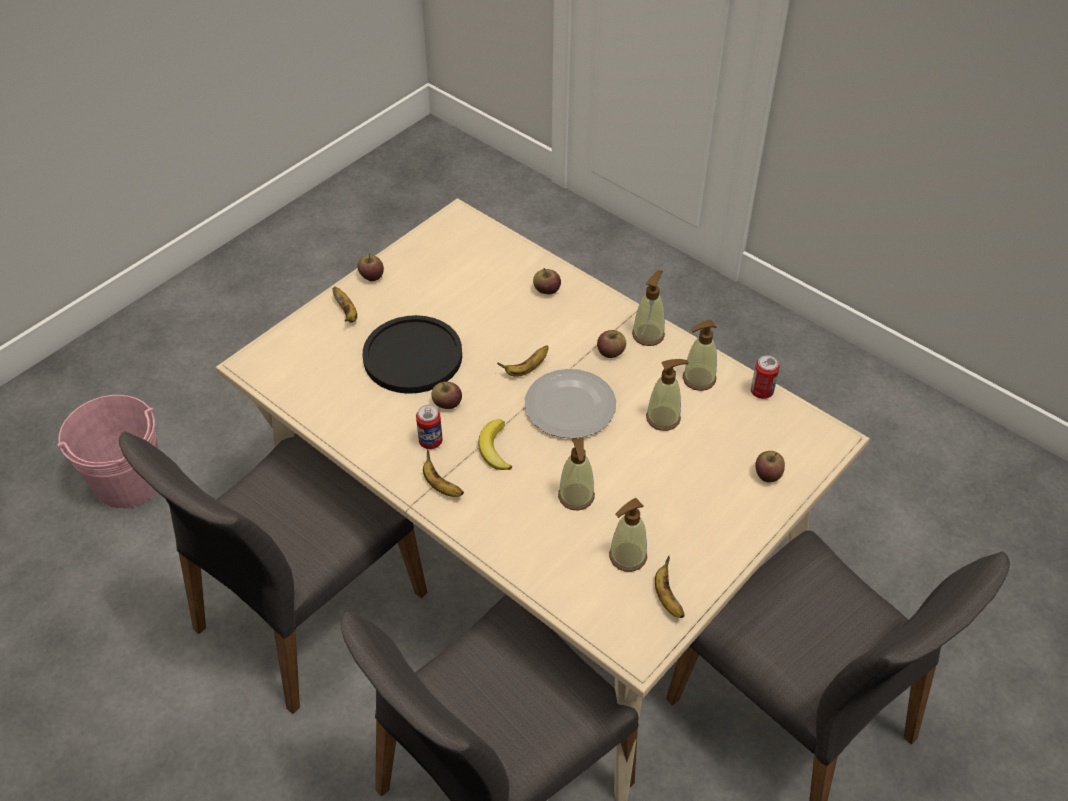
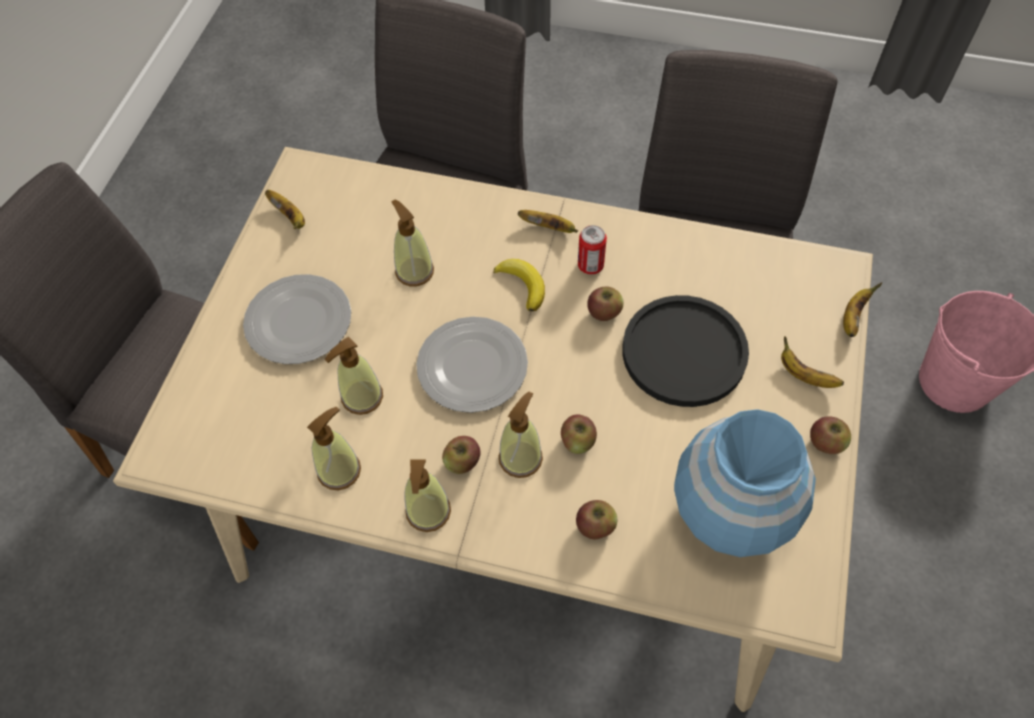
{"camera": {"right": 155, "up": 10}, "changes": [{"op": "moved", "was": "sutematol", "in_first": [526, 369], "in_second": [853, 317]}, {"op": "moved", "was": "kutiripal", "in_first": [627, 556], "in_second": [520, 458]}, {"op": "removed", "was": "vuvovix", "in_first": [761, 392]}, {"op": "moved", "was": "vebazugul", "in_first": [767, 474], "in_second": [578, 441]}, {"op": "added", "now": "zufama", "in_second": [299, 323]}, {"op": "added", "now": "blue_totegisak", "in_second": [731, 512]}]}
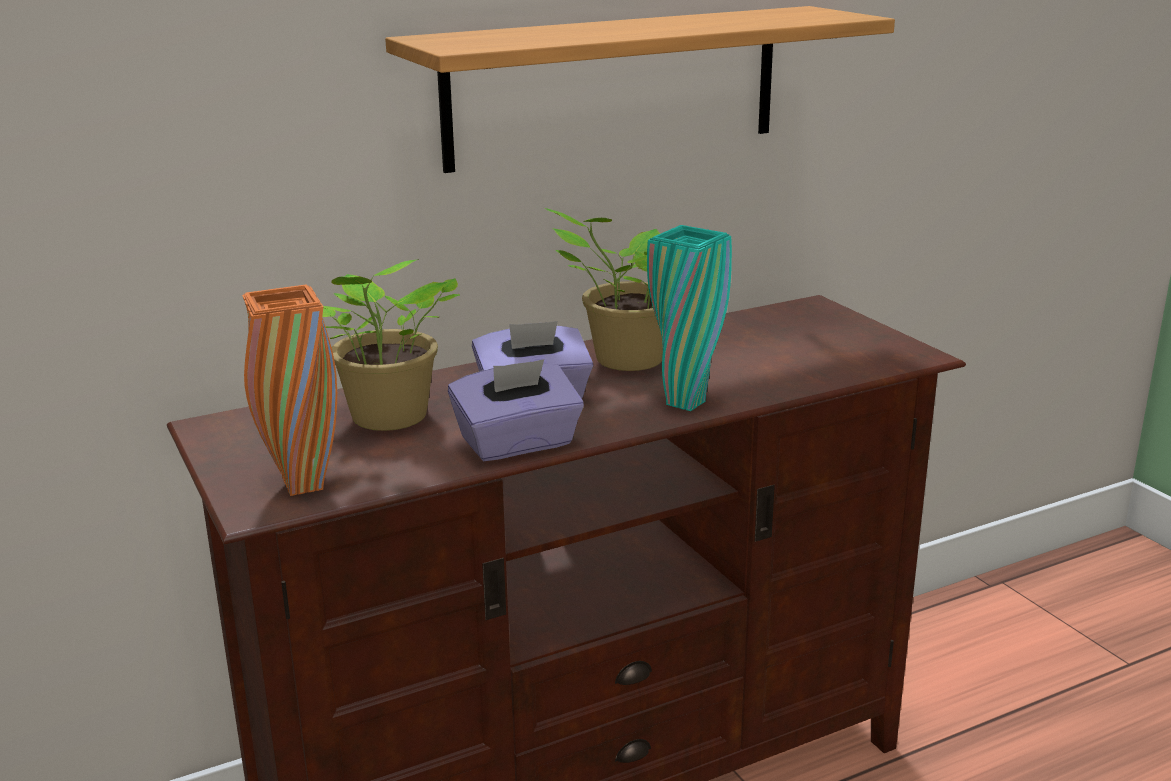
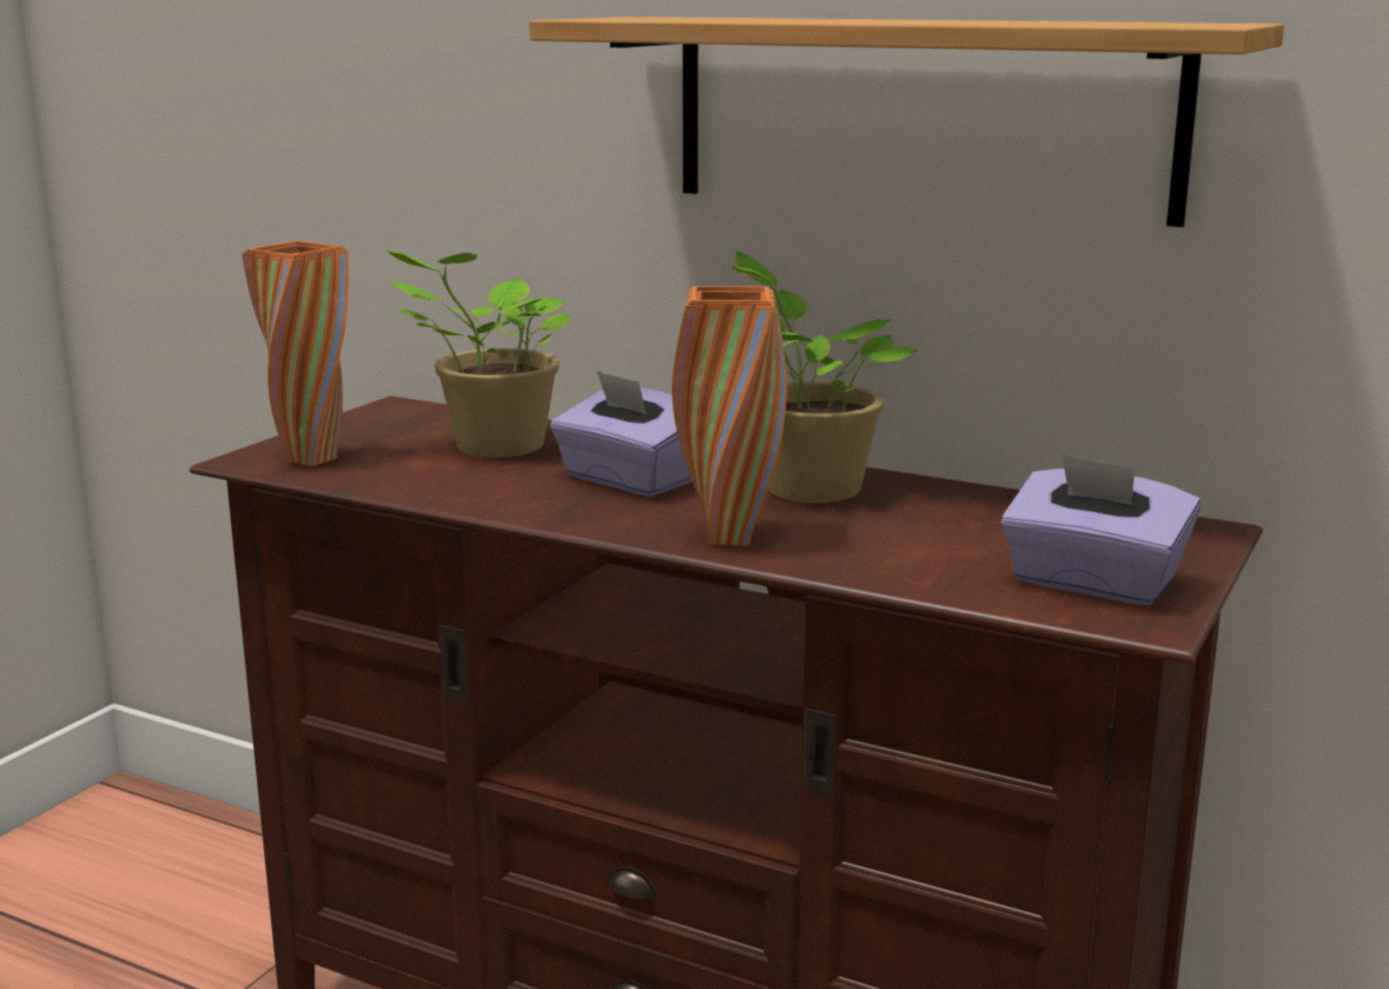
{"camera": {"right": 55, "up": -5}, "changes": [{"op": "moved", "was": "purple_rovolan", "in_first": [518, 444], "in_second": [1093, 583]}, {"op": "recoloured", "was": "turquoise_totegisak", "now": "orange_totegisak", "in_first": [685, 403], "in_second": [728, 538]}]}
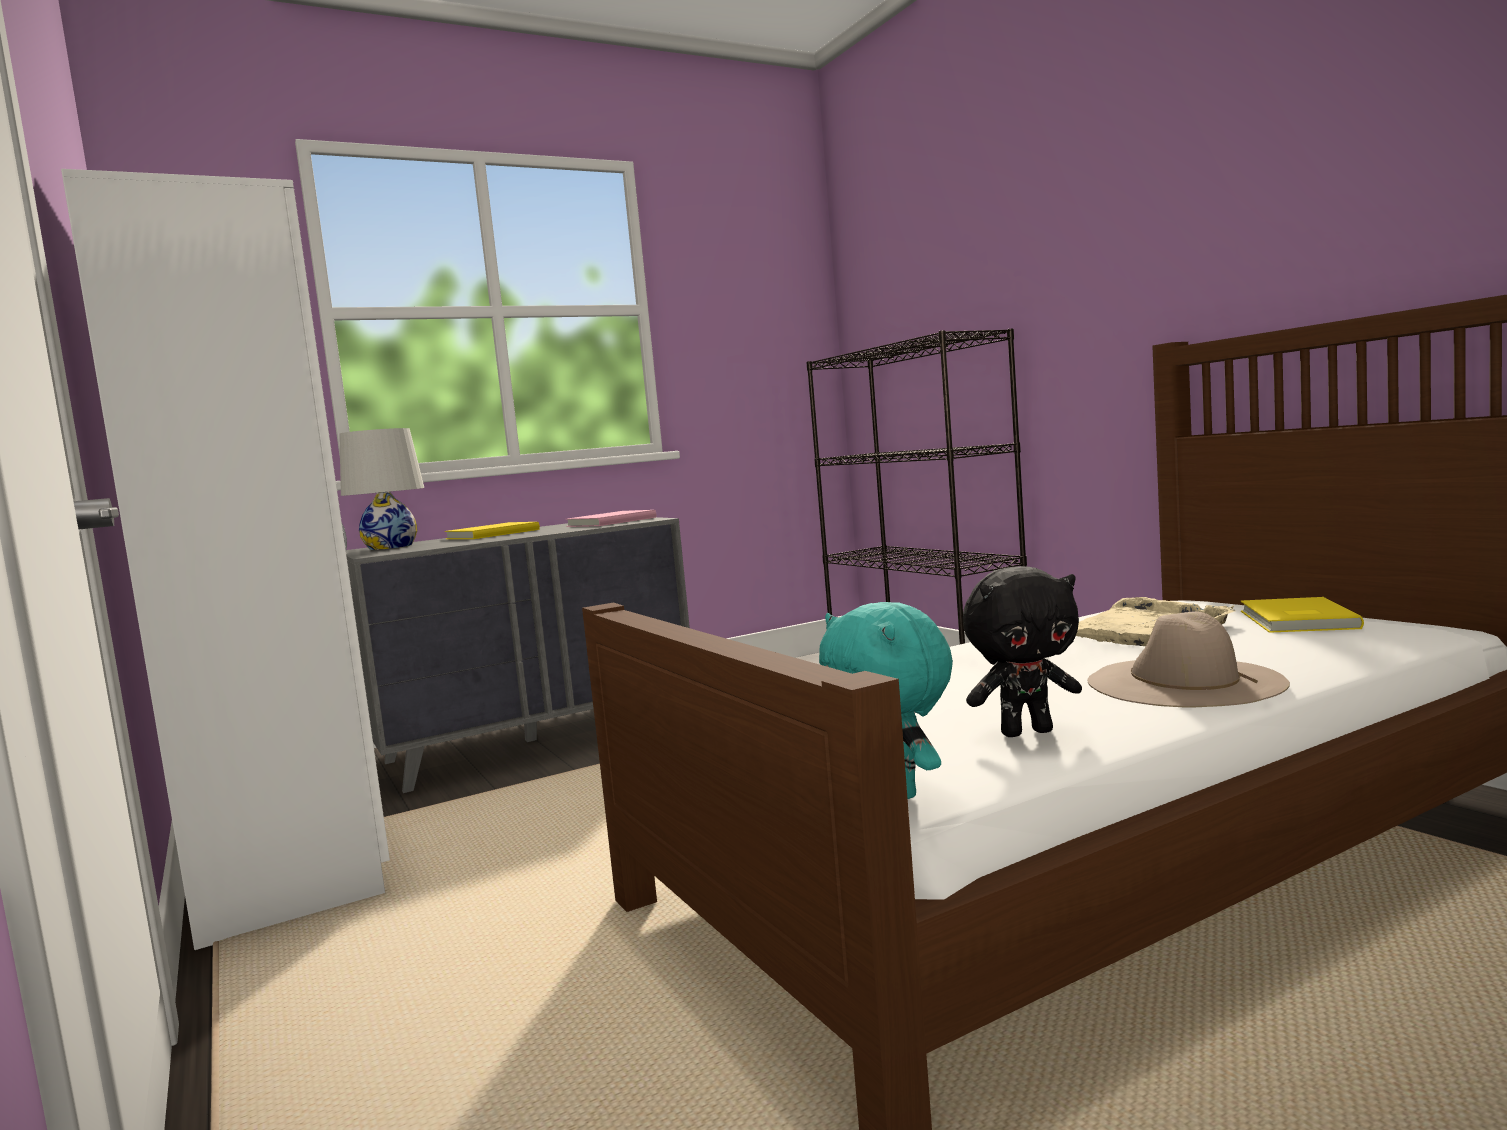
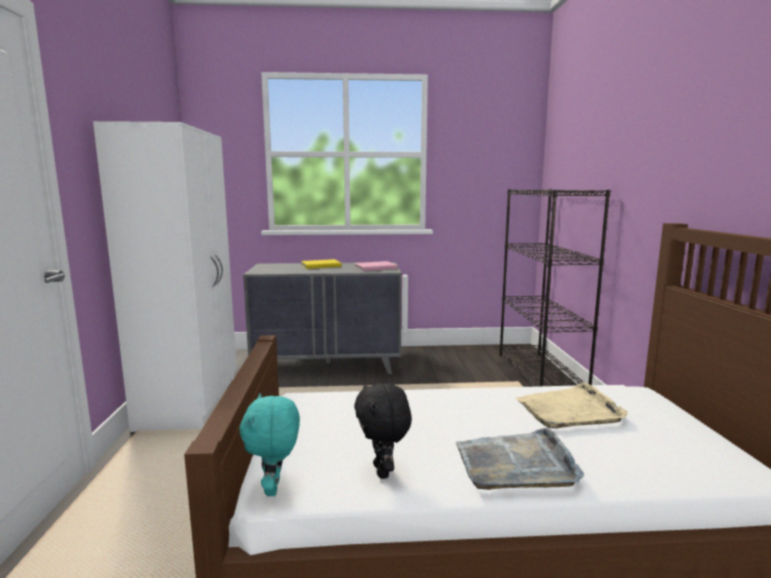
{"camera": {"right": 25, "up": 5}, "changes": [{"op": "removed", "was": "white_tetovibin", "in_first": [391, 547]}, {"op": "turned", "was": "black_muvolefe", "in_first": [1026, 732], "in_second": [383, 471], "clockwise": 60}, {"op": "replaced", "was": "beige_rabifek", "now": "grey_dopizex", "in_first": [1183, 681], "in_second": [516, 464]}, {"op": "removed", "was": "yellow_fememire", "in_first": [1295, 620]}]}
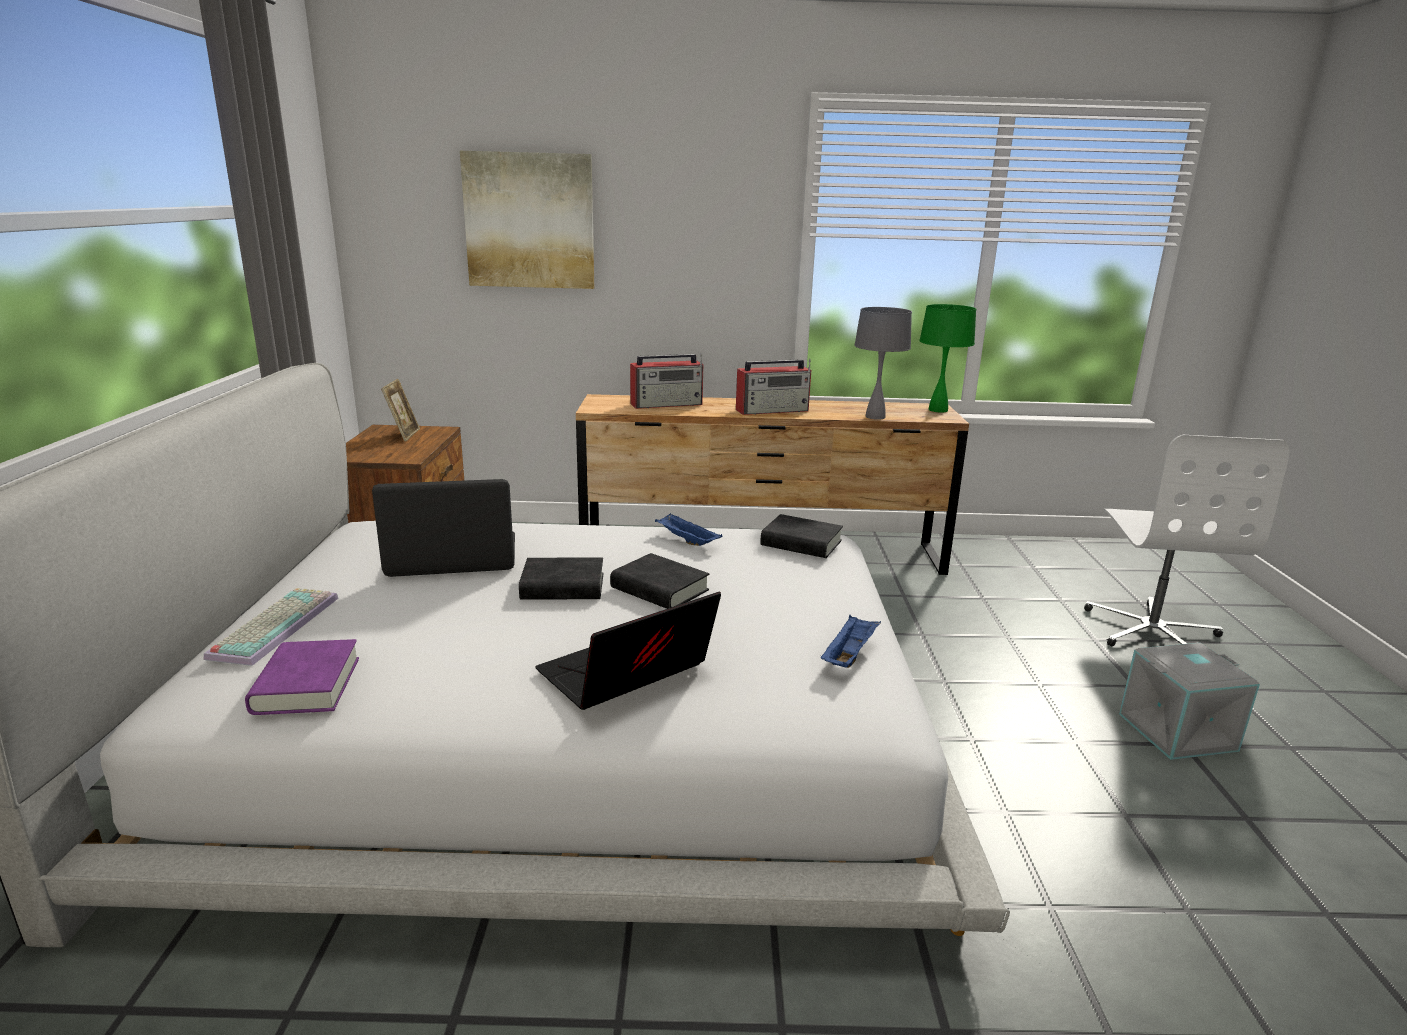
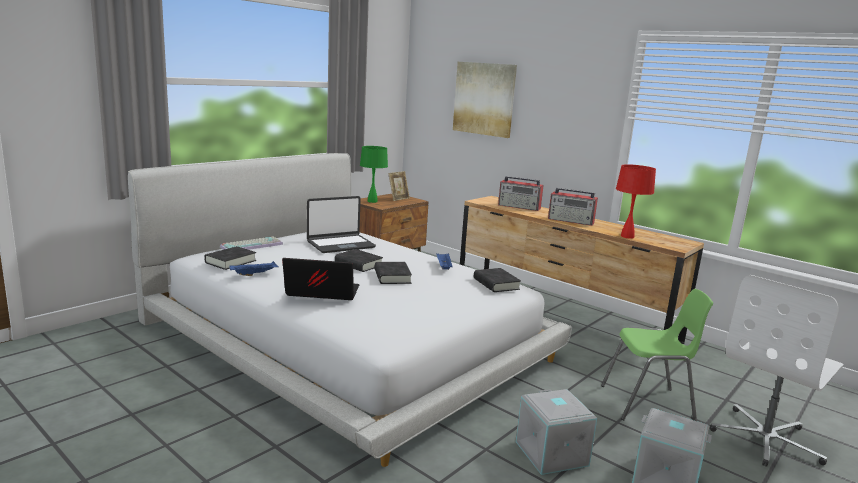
{"camera": {"right": 40, "up": -5}, "changes": [{"op": "recoloured", "was": "purple_fememire", "now": "black_fememire", "in_first": [306, 685], "in_second": [230, 261]}, {"op": "turned", "was": "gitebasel", "in_first": [452, 558], "in_second": [340, 244], "clockwise": 120}, {"op": "moved", "was": "blue_dopizex", "in_first": [849, 655], "in_second": [254, 274]}, {"op": "recoloured", "was": "grey_tetovibin", "now": "red_tetovibin", "in_first": [875, 417], "in_second": [627, 236]}, {"op": "moved", "was": "green_tetovibin", "in_first": [938, 410], "in_second": [372, 201]}, {"op": "added", "now": "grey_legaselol", "in_second": [550, 453]}, {"op": "added", "now": "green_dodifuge", "in_second": [648, 404]}]}
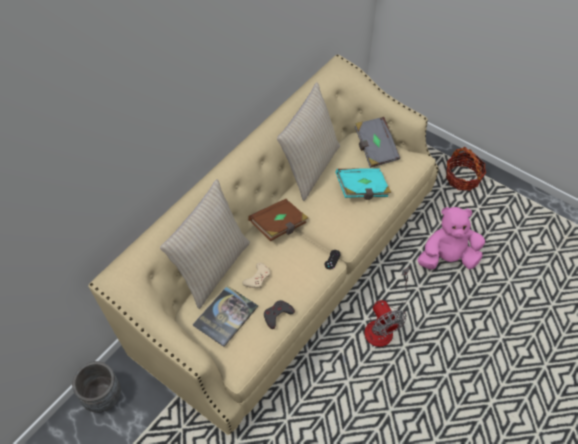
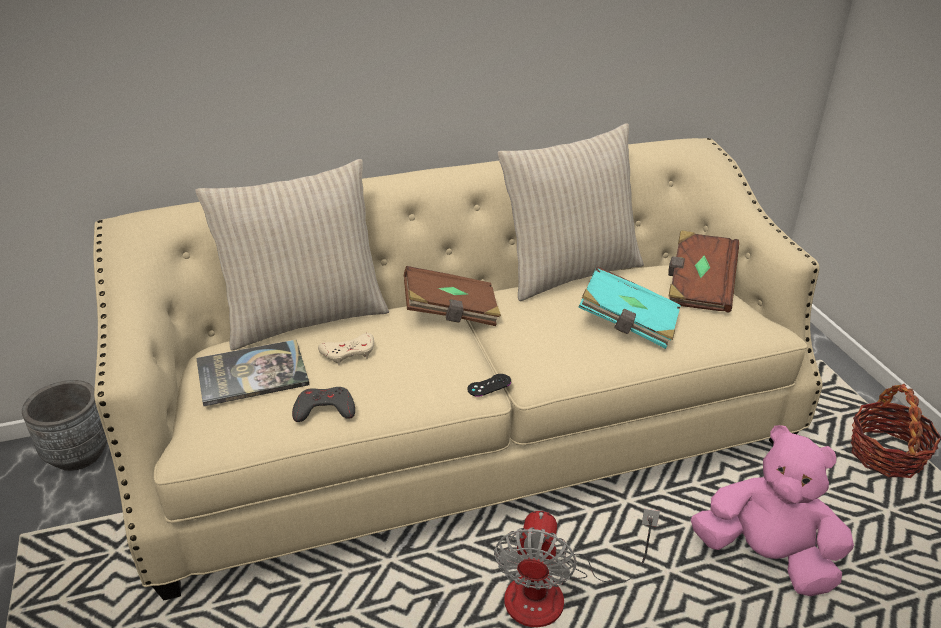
{"camera": {"right": 35, "up": -20}, "changes": [{"op": "recoloured", "was": "grey_fememire", "now": "brown_fememire", "in_first": [375, 149], "in_second": [698, 287]}]}
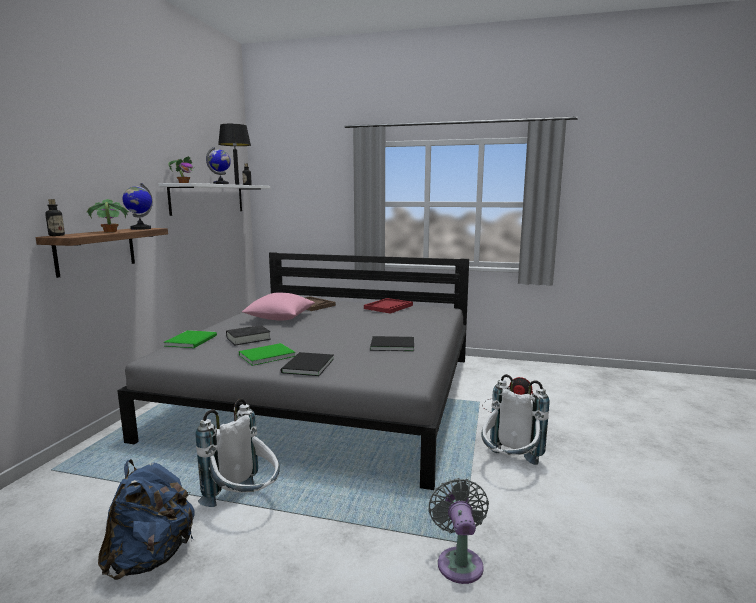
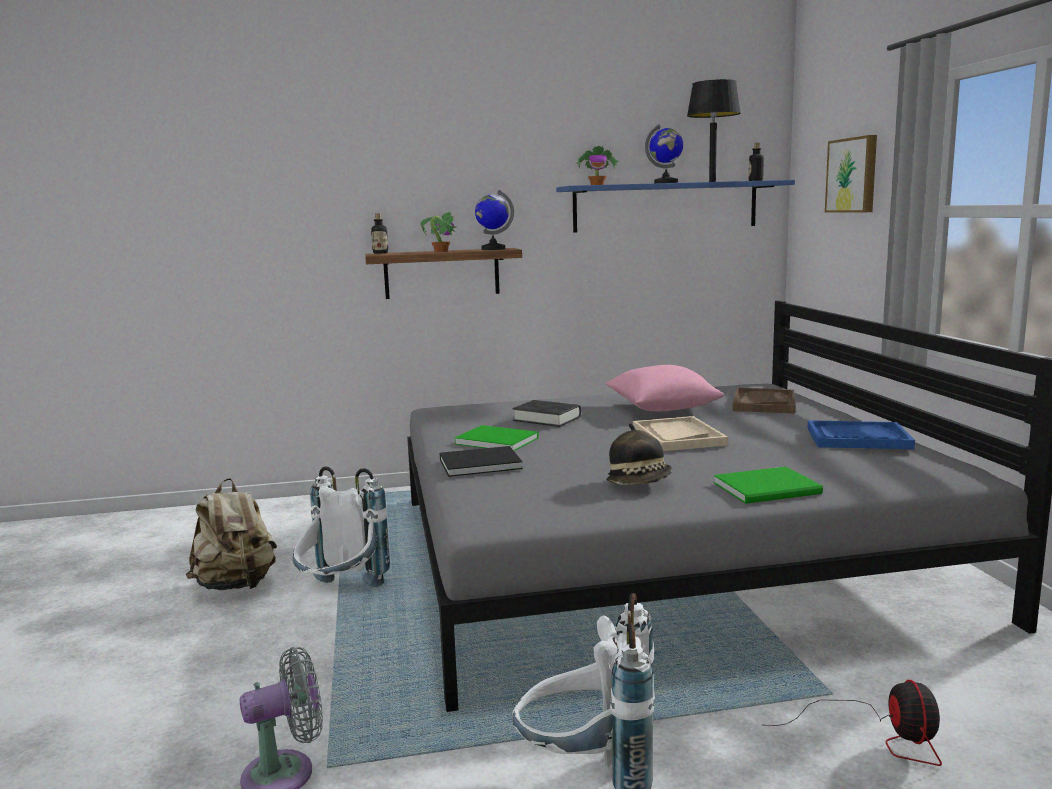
{"camera": {"right": 65, "up": 0}, "changes": [{"op": "recoloured", "was": "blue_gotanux", "now": "beige_gotanux", "in_first": [151, 557], "in_second": [236, 586]}, {"op": "recoloured", "was": "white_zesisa", "now": "blue_zesisa", "in_first": [208, 199], "in_second": [665, 206]}, {"op": "moved", "was": "green_fememire", "in_first": [193, 340], "in_second": [770, 489]}, {"op": "recoloured", "was": "red_dopizex", "now": "blue_dopizex", "in_first": [388, 307], "in_second": [858, 438]}, {"op": "replaced", "was": "black_fememire", "now": "rabifek", "in_first": [391, 345], "in_second": [640, 483]}, {"op": "added", "now": "beige_dopizex", "in_second": [677, 436]}, {"op": "added", "now": "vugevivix", "in_second": [853, 175]}]}
